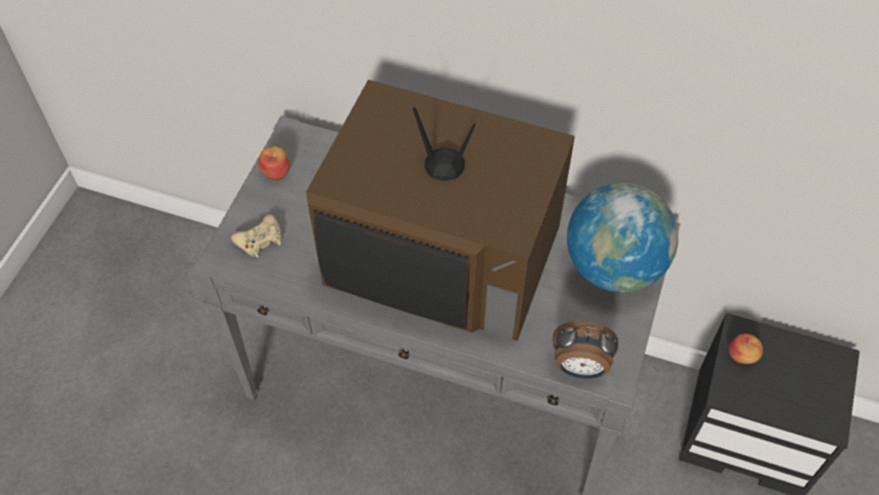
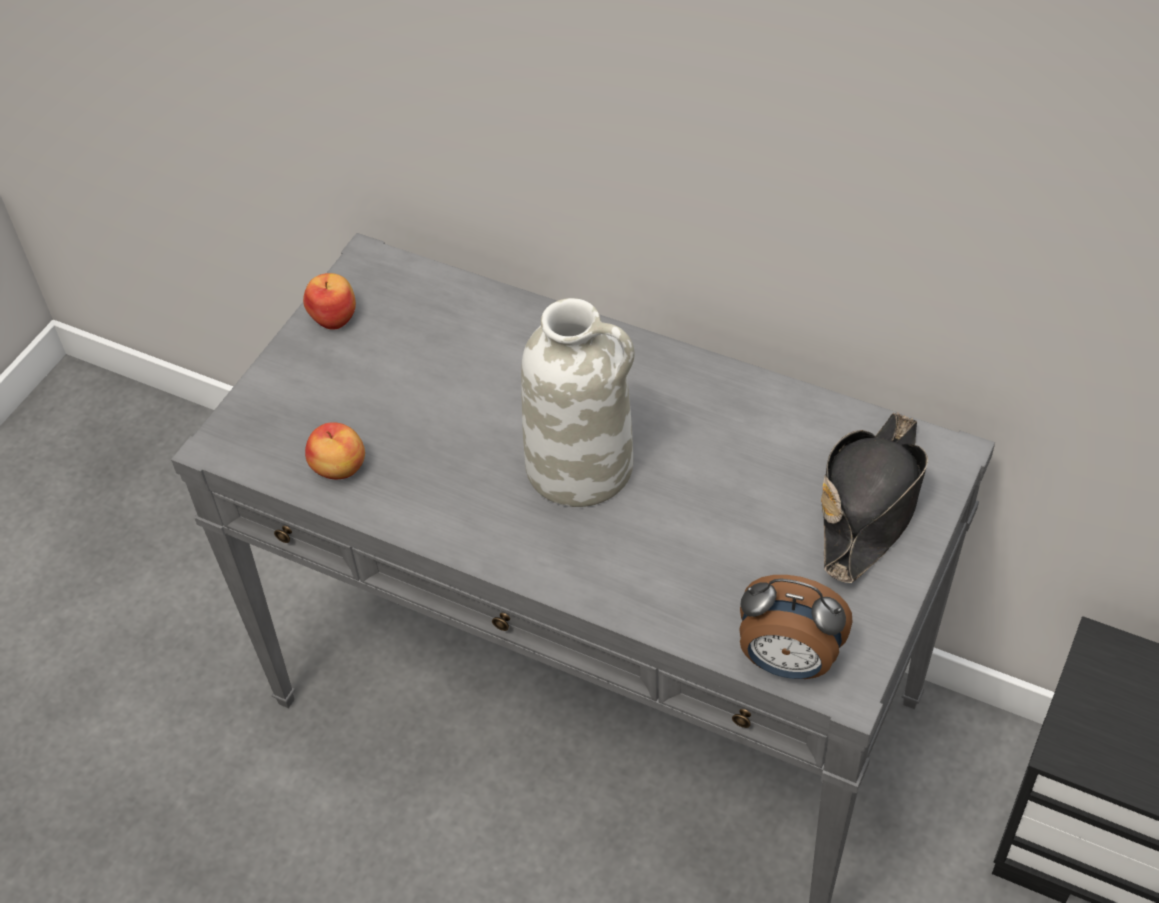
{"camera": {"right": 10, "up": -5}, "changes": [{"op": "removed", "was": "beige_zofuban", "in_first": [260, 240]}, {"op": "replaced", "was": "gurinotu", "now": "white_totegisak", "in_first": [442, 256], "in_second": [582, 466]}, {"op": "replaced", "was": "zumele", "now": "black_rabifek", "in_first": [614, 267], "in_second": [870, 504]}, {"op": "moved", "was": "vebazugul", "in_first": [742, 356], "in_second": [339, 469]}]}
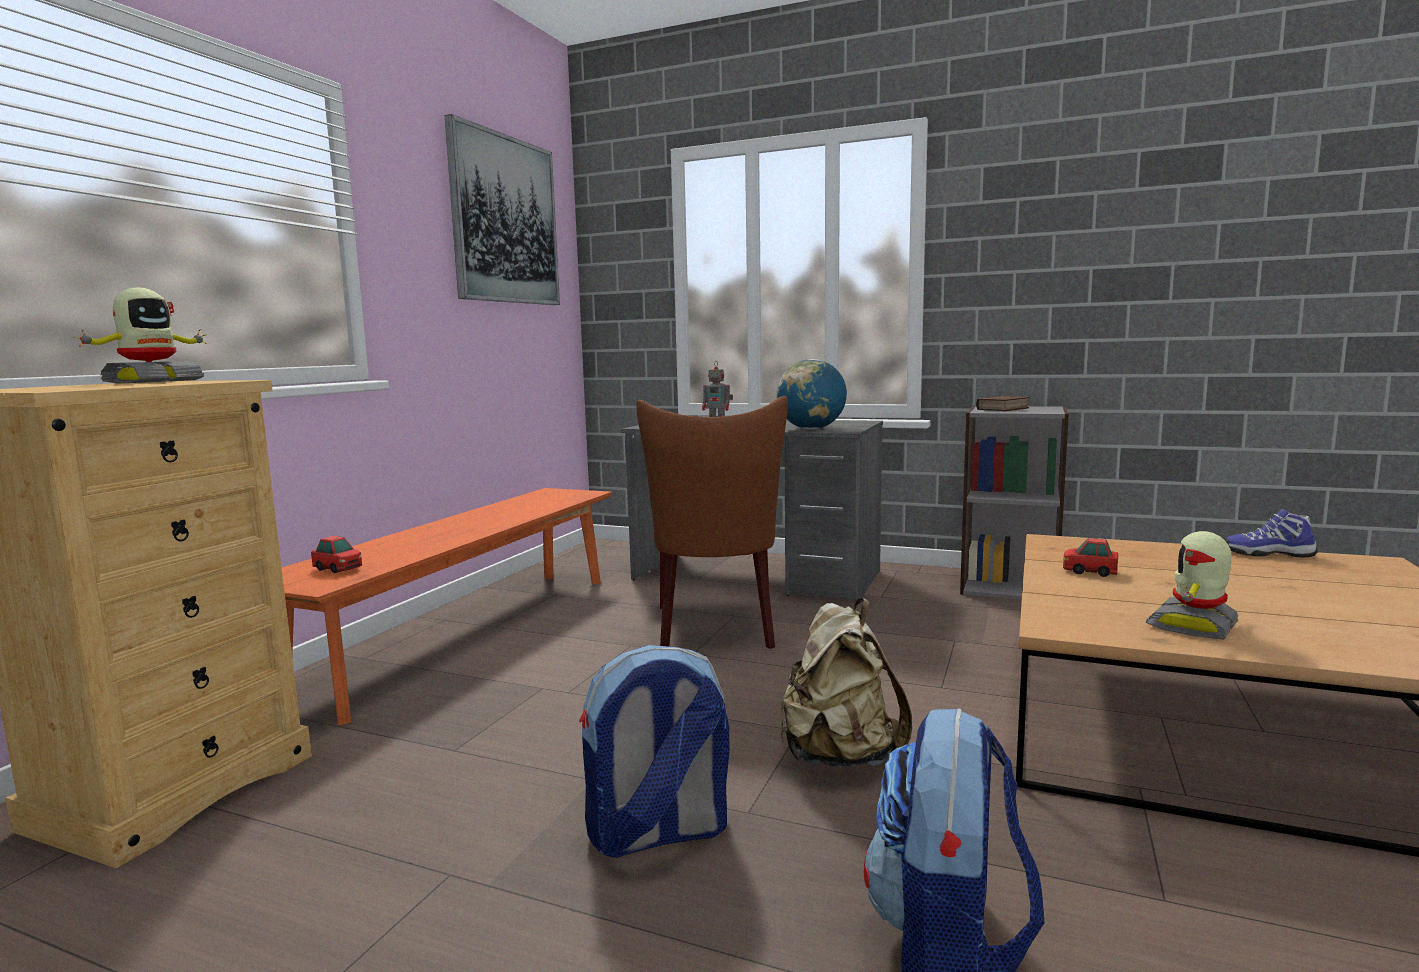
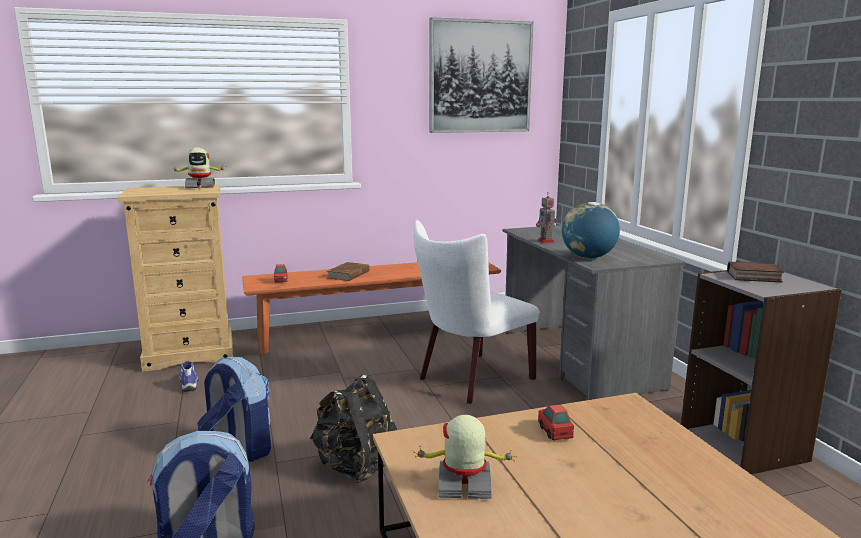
{"camera": {"right": 50, "up": 5}, "changes": [{"op": "recoloured", "was": "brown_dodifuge", "now": "white_dodifuge", "in_first": [716, 629], "in_second": [470, 380]}, {"op": "recoloured", "was": "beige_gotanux", "now": "black_gotanux", "in_first": [839, 756], "in_second": [355, 467]}, {"op": "moved", "was": "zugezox", "in_first": [1267, 554], "in_second": [189, 384]}, {"op": "added", "now": "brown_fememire", "in_second": [349, 274]}]}
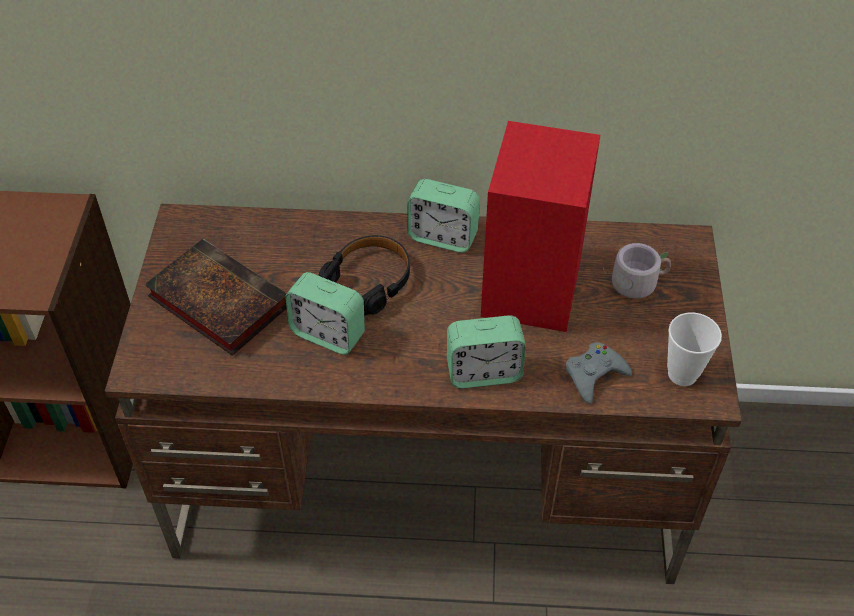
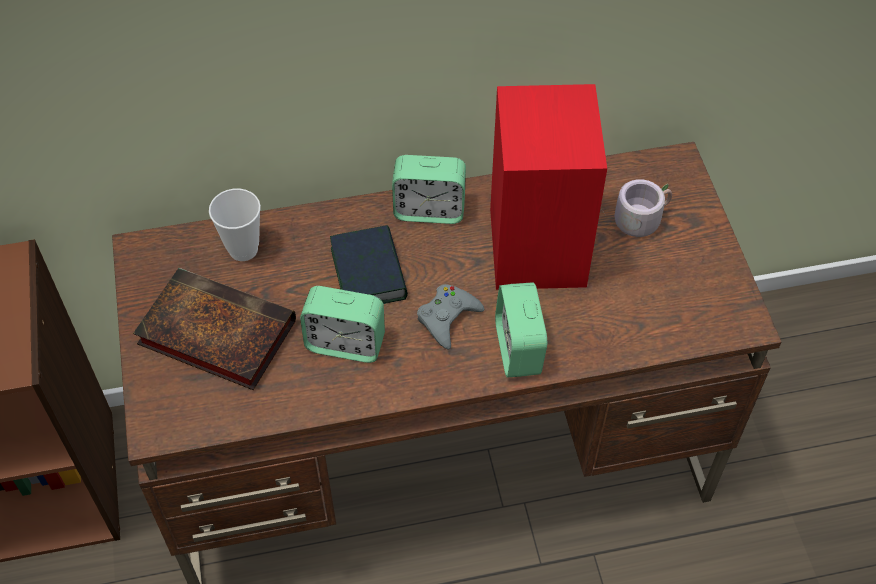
{"camera": {"right": -15, "up": 5}, "changes": [{"op": "replaced", "was": "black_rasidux", "now": "fememire", "in_first": [369, 279], "in_second": [369, 273]}, {"op": "turned", "was": "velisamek", "in_first": [484, 372], "in_second": [518, 349], "clockwise": 105}, {"op": "moved", "was": "grey_zofuban", "in_first": [594, 375], "in_second": [447, 318]}, {"op": "moved", "was": "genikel", "in_first": [682, 374], "in_second": [243, 249]}]}
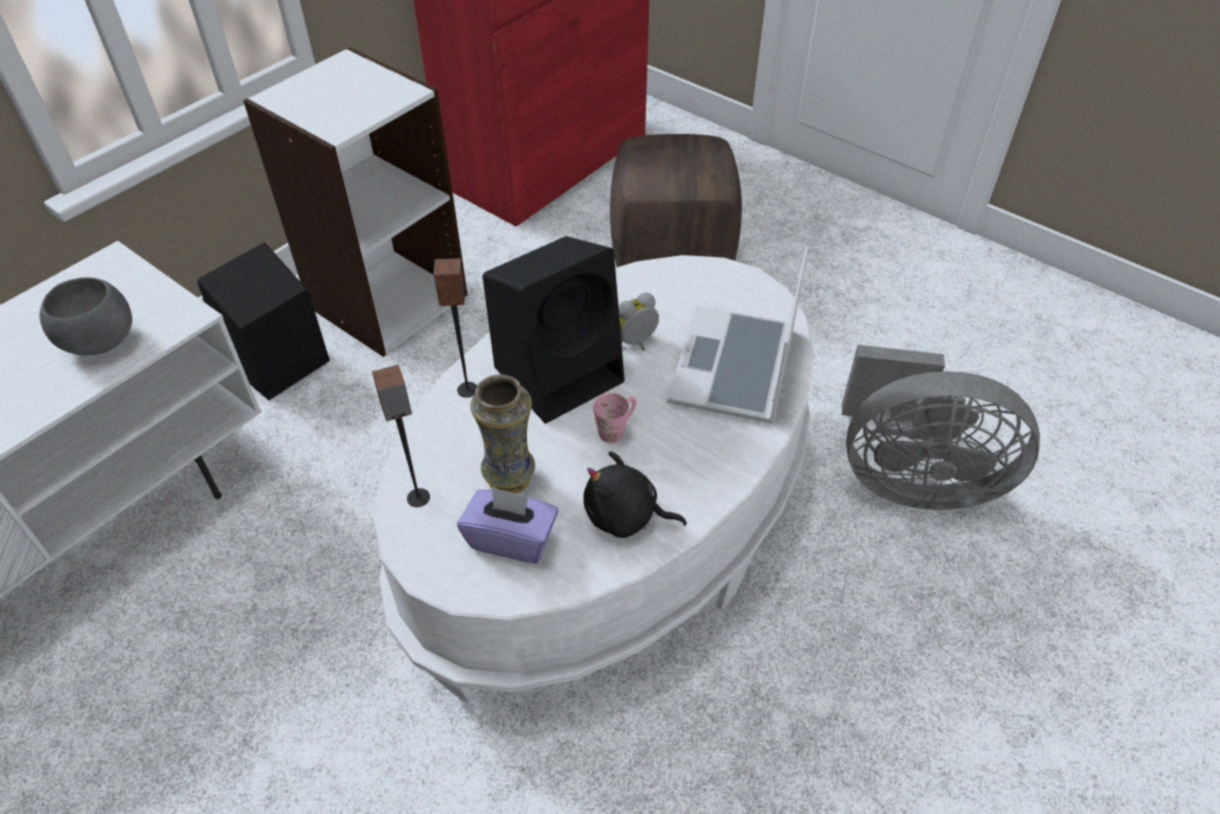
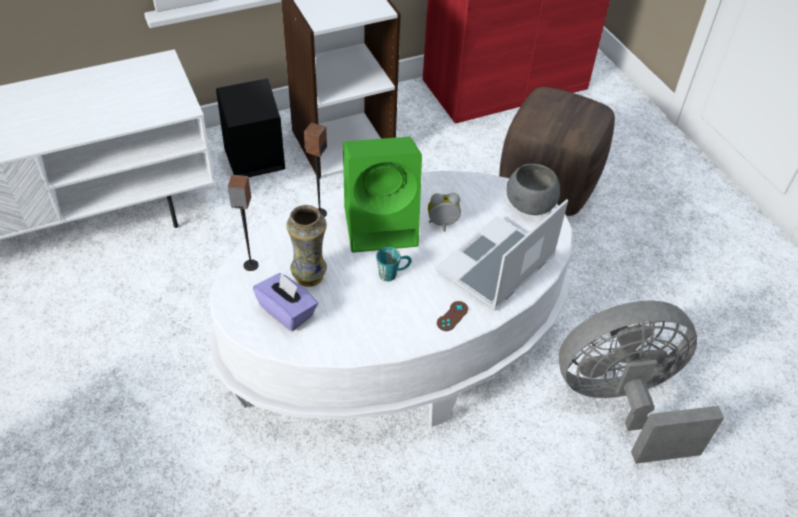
{"camera": {"right": 25, "up": 0}, "changes": [{"op": "moved", "was": "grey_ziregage", "in_first": [100, 341], "in_second": [530, 205]}, {"op": "recoloured", "was": "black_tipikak", "now": "green_tipikak", "in_first": [561, 372], "in_second": [382, 225]}, {"op": "removed", "was": "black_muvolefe", "in_first": [626, 516]}, {"op": "recoloured", "was": "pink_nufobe", "now": "turquoise_nufobe", "in_first": [617, 428], "in_second": [393, 273]}, {"op": "turned", "was": "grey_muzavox", "in_first": [910, 479], "in_second": [622, 403], "clockwise": 135}, {"op": "added", "now": "brown_zofuban", "in_second": [452, 316]}]}
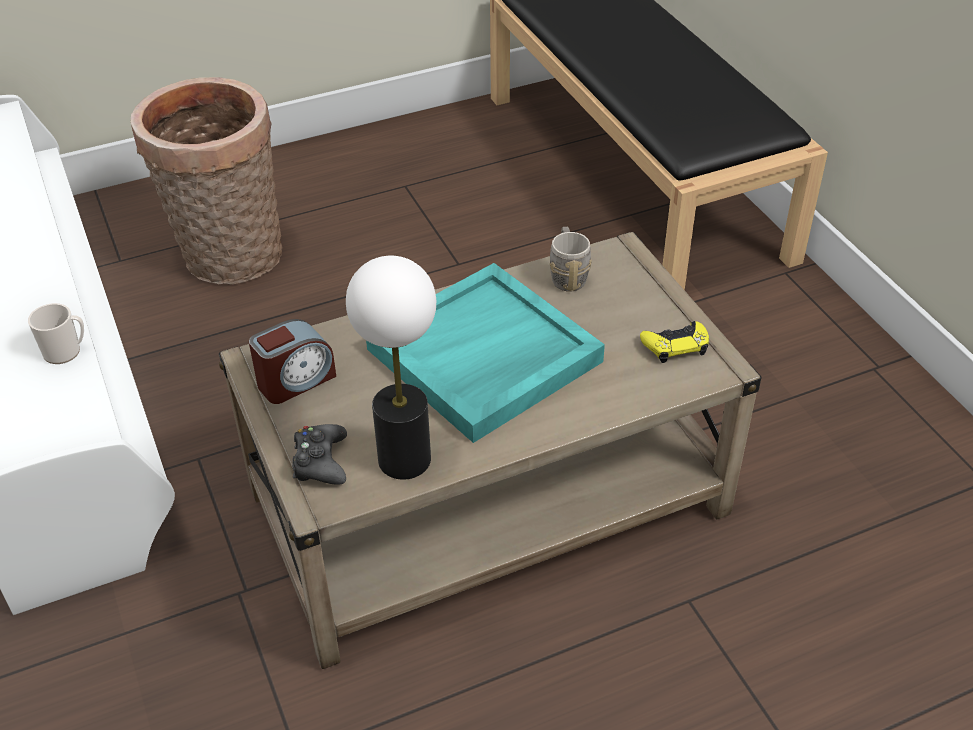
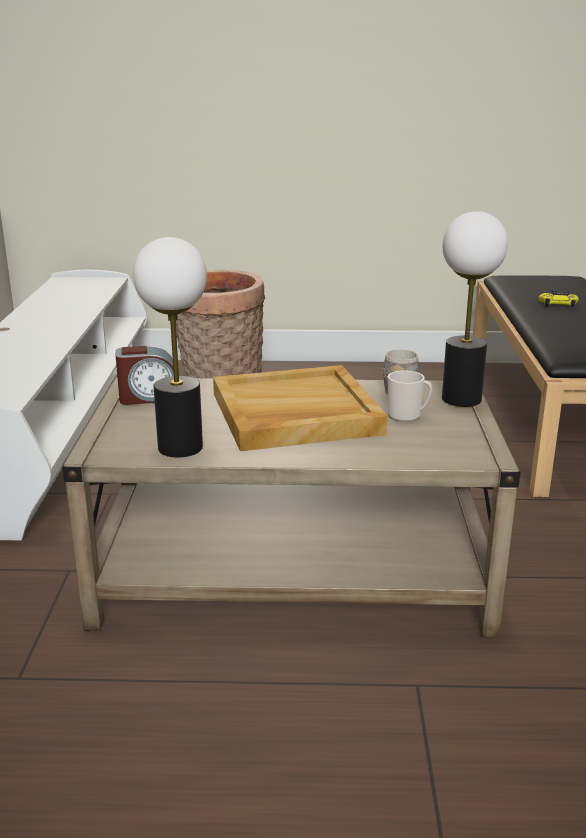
{"camera": {"right": 25, "up": -20}, "changes": [{"op": "moved", "was": "nufobe", "in_first": [66, 351], "in_second": [408, 416]}, {"op": "removed", "was": "black_zofuban", "in_first": [320, 462]}, {"op": "recoloured", "was": "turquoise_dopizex", "now": "beige_dopizex", "in_first": [484, 357], "in_second": [294, 414]}, {"op": "moved", "was": "yellow_zofuban", "in_first": [675, 345], "in_second": [558, 304]}, {"op": "added", "now": "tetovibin", "in_second": [461, 399]}]}
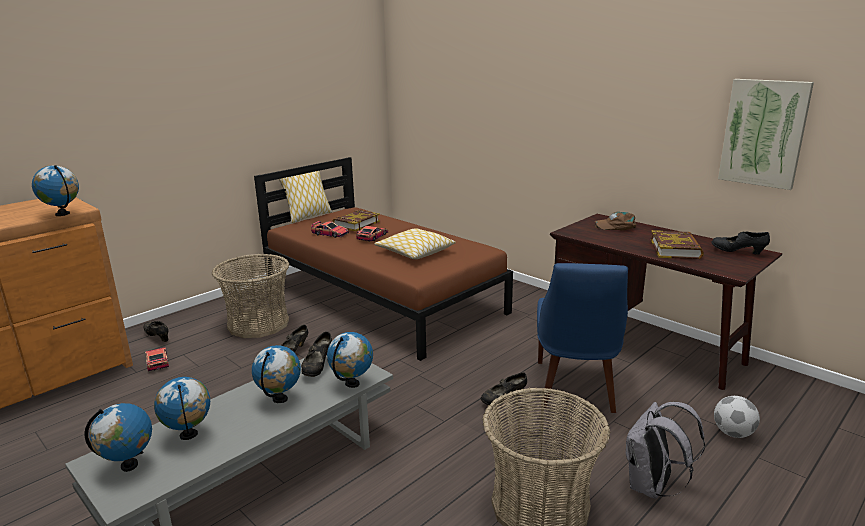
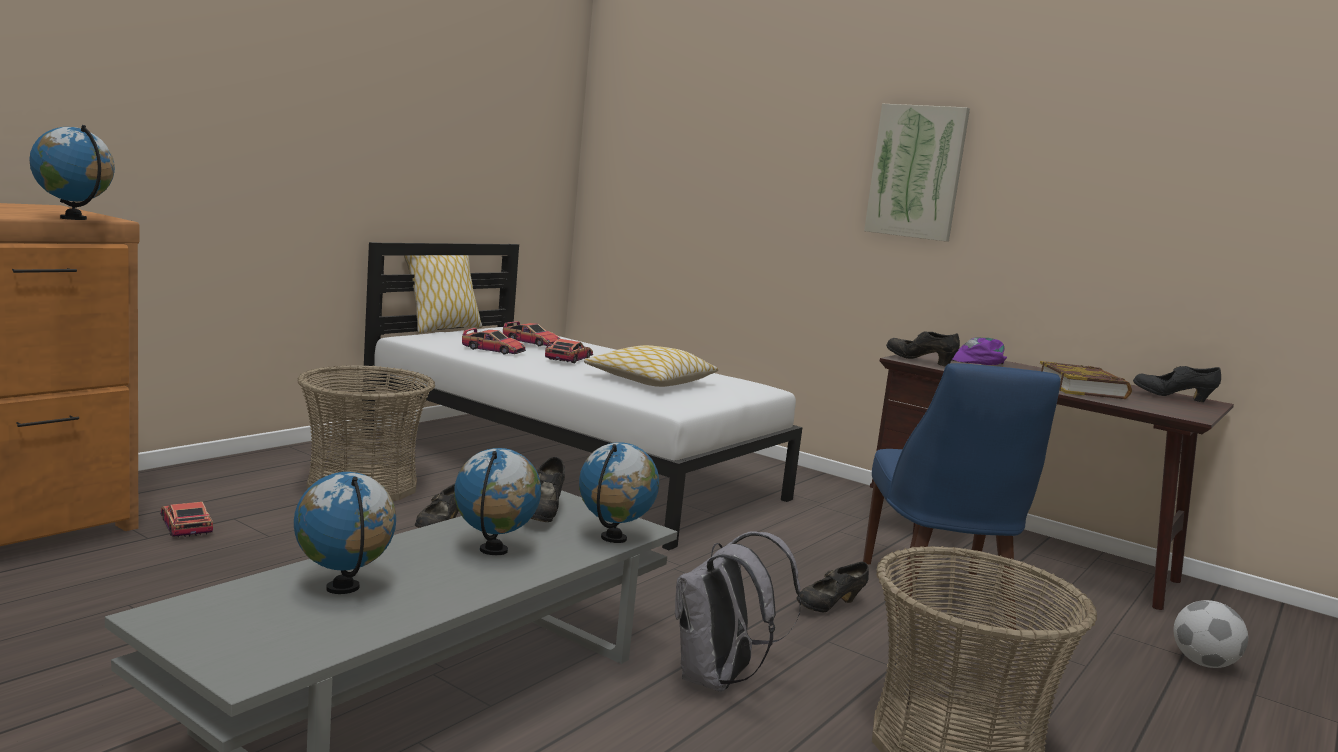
{"camera": {"right": -10, "up": -10}, "changes": [{"op": "removed", "was": "zumele", "in_first": [129, 465]}, {"op": "moved", "was": "black_zugezox", "in_first": [157, 337], "in_second": [920, 361]}, {"op": "recoloured", "was": "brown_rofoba", "now": "white_rofoba", "in_first": [382, 297], "in_second": [570, 466]}, {"op": "replaced", "was": "fememire", "now": "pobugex", "in_first": [356, 223], "in_second": [532, 342]}, {"op": "recoloured", "was": "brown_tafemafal", "now": "purple_tafemafal", "in_first": [616, 226], "in_second": [974, 360]}, {"op": "moved", "was": "grey_gotanux", "in_first": [651, 487], "in_second": [718, 680]}, {"op": "moved", "was": "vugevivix", "in_first": [763, 133], "in_second": [916, 172]}]}
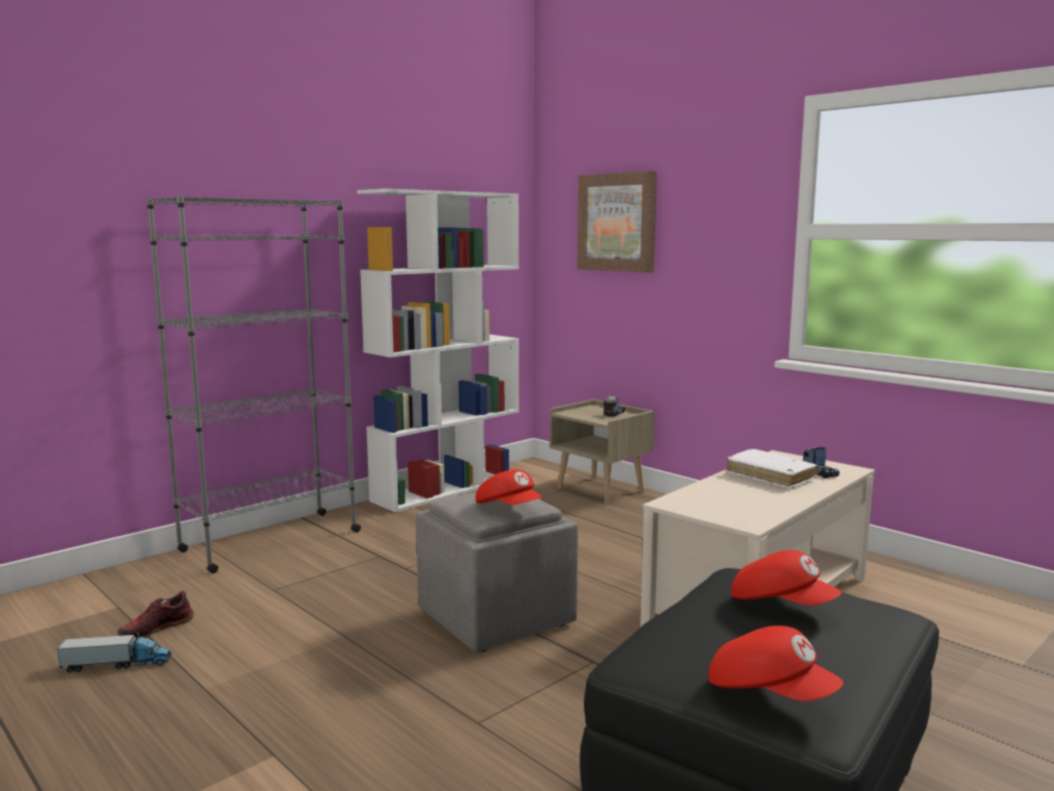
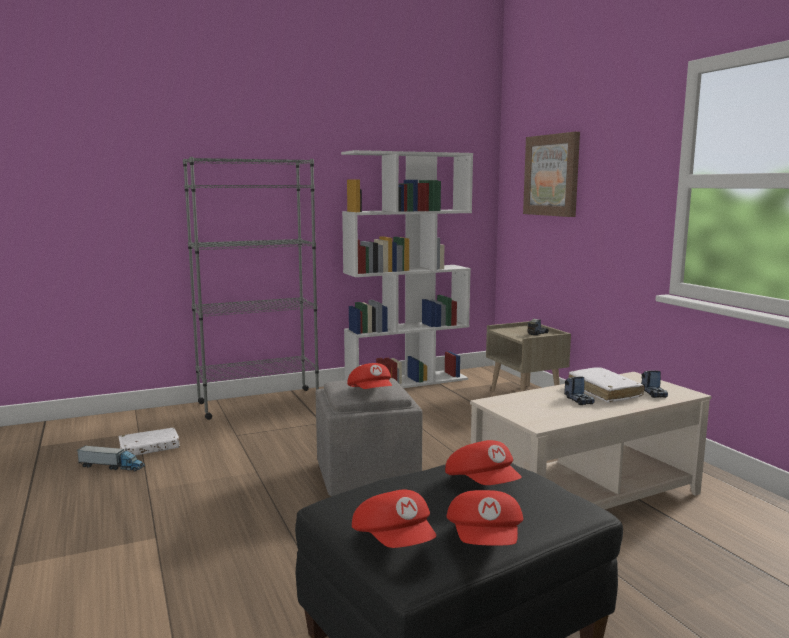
{"camera": {"right": 20, "up": 0}, "changes": [{"op": "replaced", "was": "zugezox", "now": "white_fememire", "in_first": [156, 628], "in_second": [149, 449]}, {"op": "added", "now": "red_tafemafal", "in_second": [486, 541]}, {"op": "added", "now": "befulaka", "in_second": [578, 400]}]}
